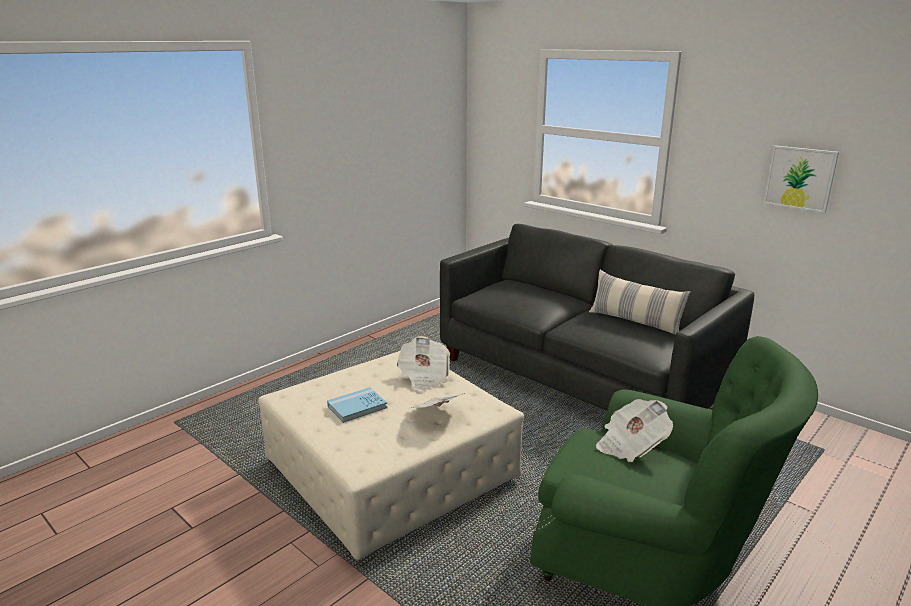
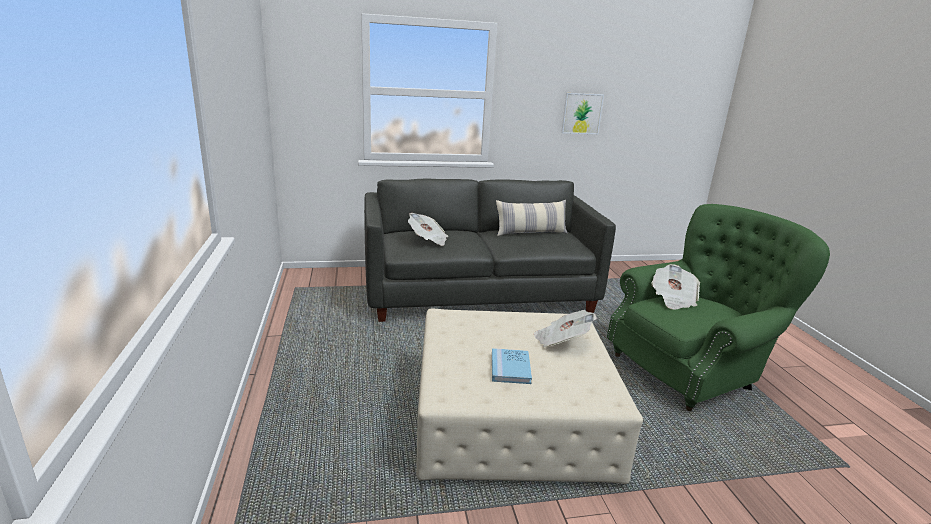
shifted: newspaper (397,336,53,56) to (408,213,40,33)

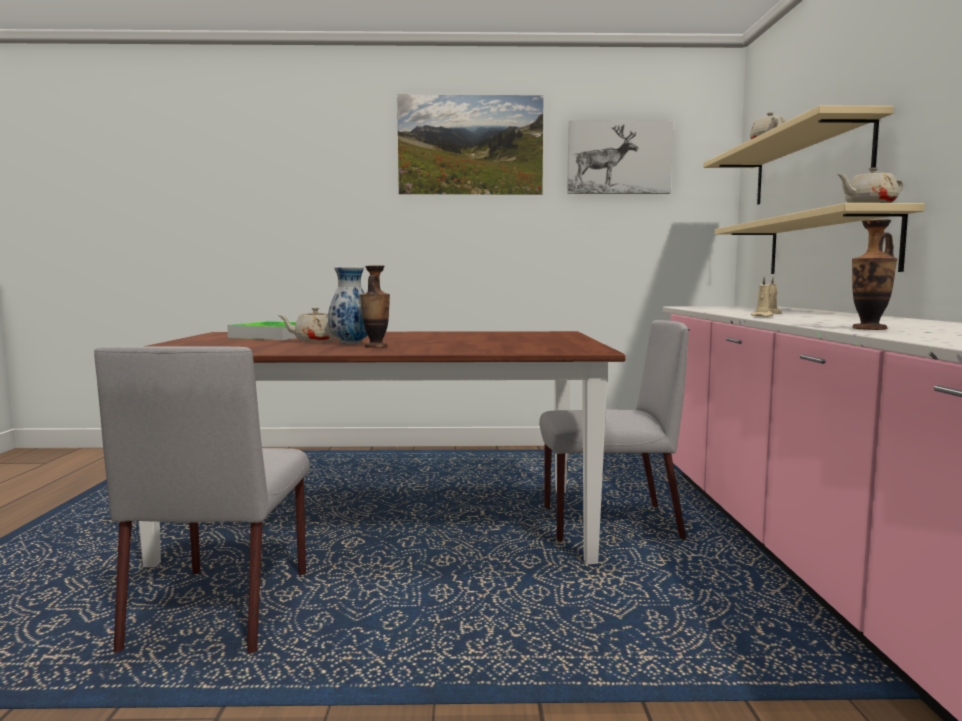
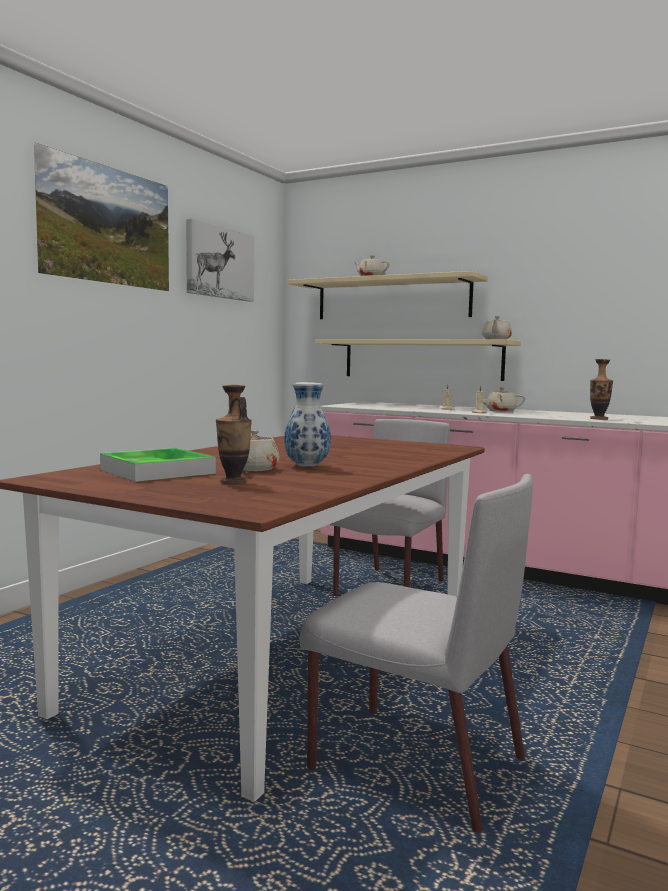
new: tea pot (beige-coloured) (475,387,51,25)
shifted: decorative vase (360,266,30,82) to (216,385,36,100)

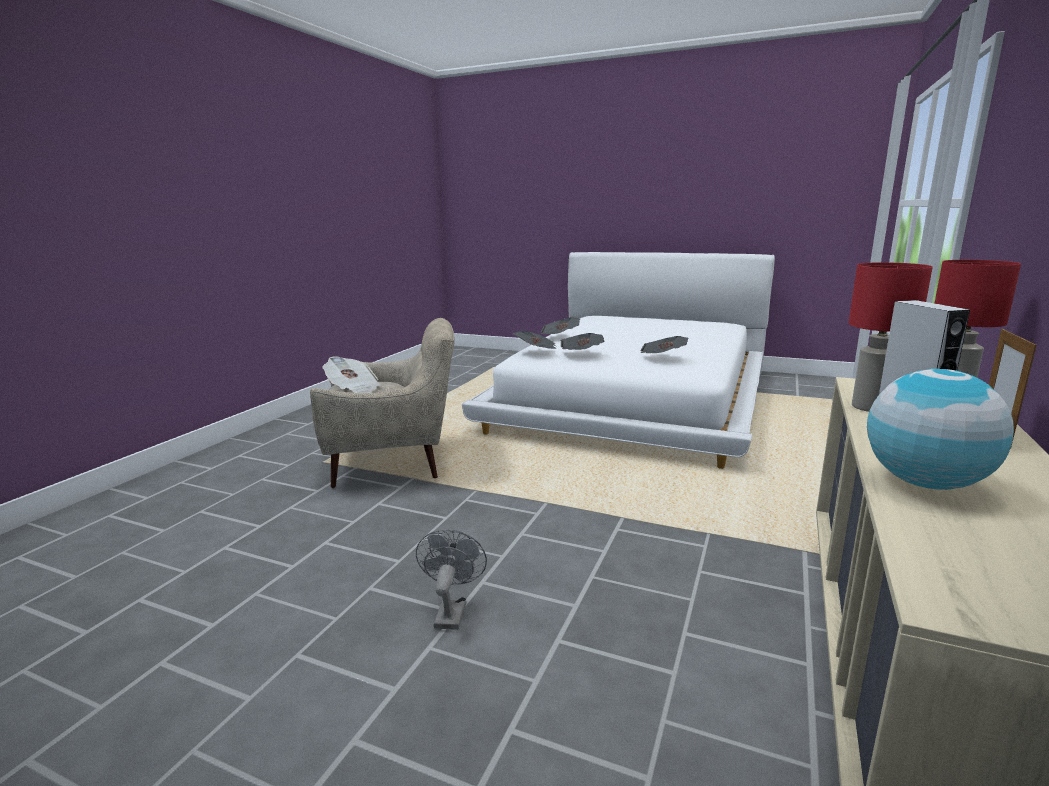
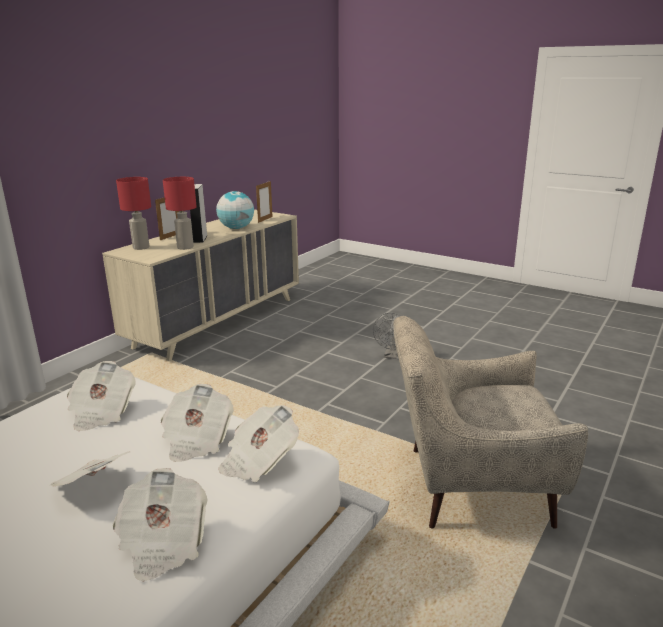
new: standing frame (256,181,17,42)
shifted: newspaper (322,356,59,37) to (49,451,82,35)

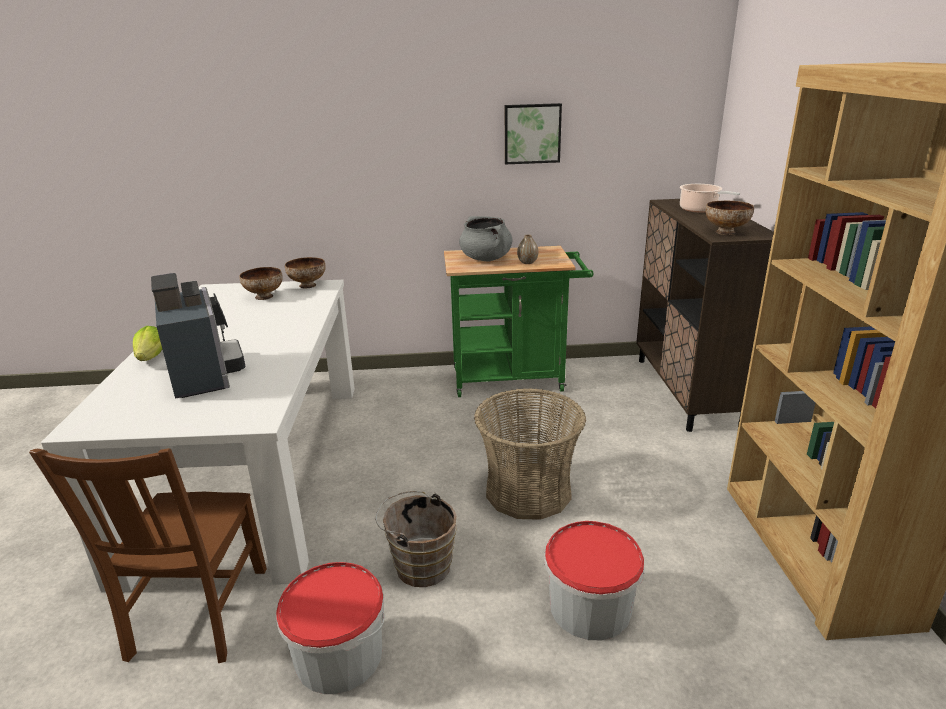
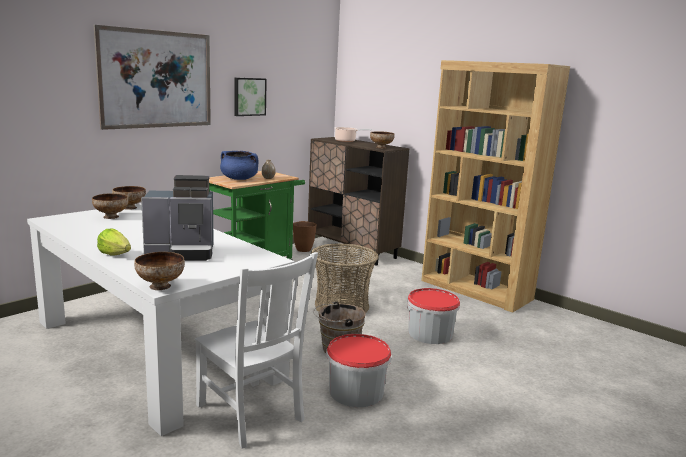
new: wall art (94,25,117,105); serving bowl (134,252,51,38); decorative vase (brown-coloured) (293,221,24,31)
repainted: plain chair (brown-coloured) (29,448,238,215) to plain chair (whitish) (195,252,123,196); saucepot (grey) (459,216,53,46) to saucepot (blue) (220,151,39,29)
rotated: coffee machine (151,273,94,126) = (141,175,73,86) 150 degrees clockwise

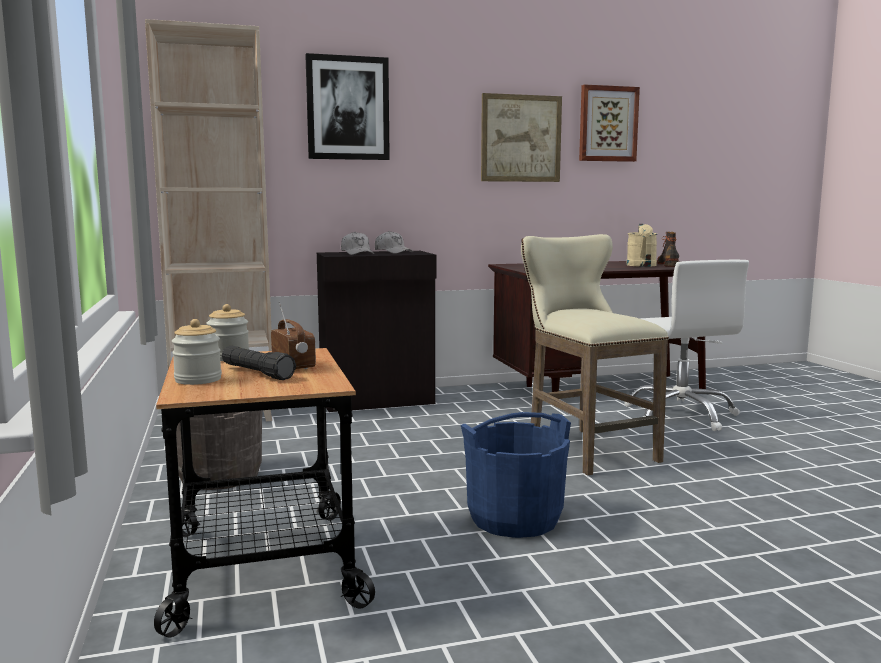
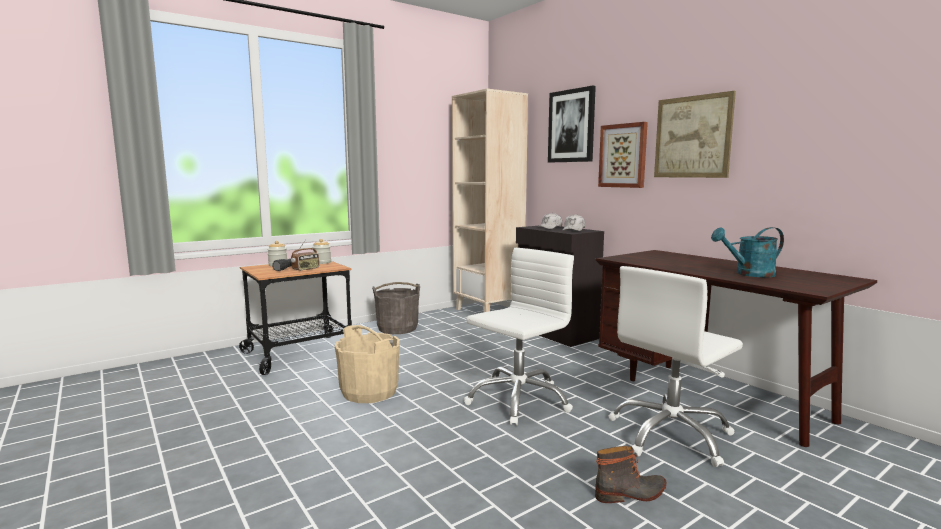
shifted: high-top boot (657,232,22,35) to (595,446,71,57); wall art (579,84,61,78) to (598,122,50,66)
swapped: stool (beige-coloured) (521,234,148,241) to desk chair (whitish) (464,248,110,178)
repainted: water bucket (blue) (461,412,110,126) to water bucket (beige-coloured) (335,325,65,78); watering pot (beige-coloured) (626,224,31,43) to watering pot (turquoise) (711,227,73,50)

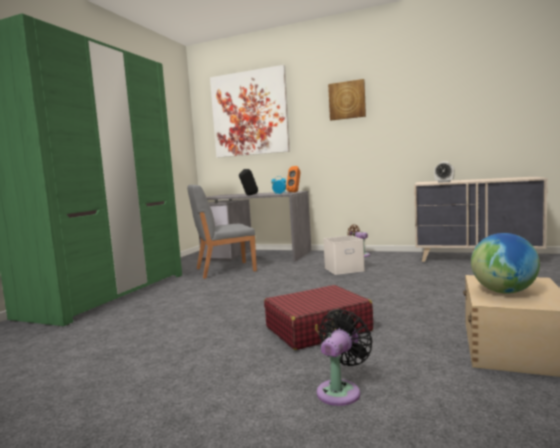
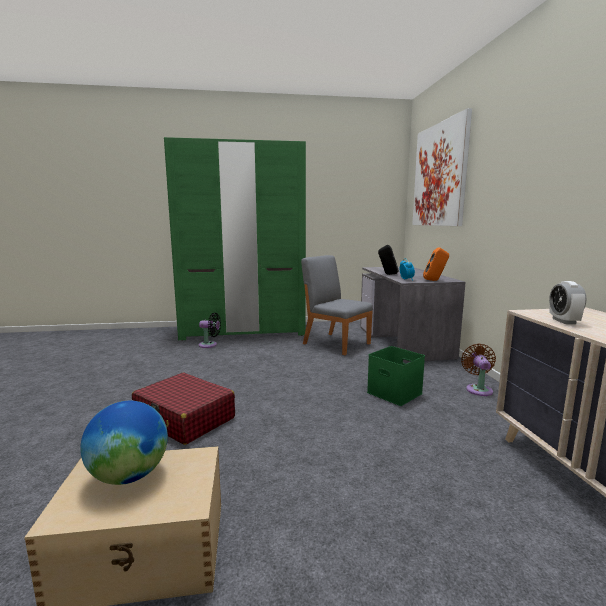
gone: wall art (328,79,38,41)
shifted: cooling fan (blackish) (317,309,55,97) to (199,313,22,35)
repainted: storage container (whitish) (323,235,42,40) to storage container (green-coloured) (367,346,58,60)

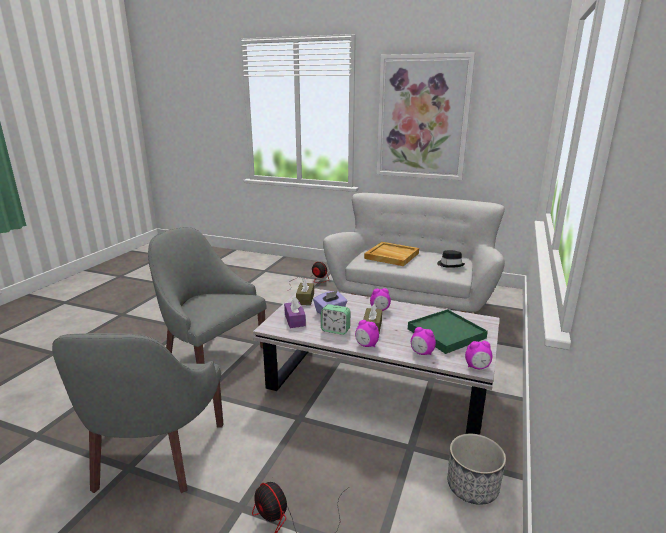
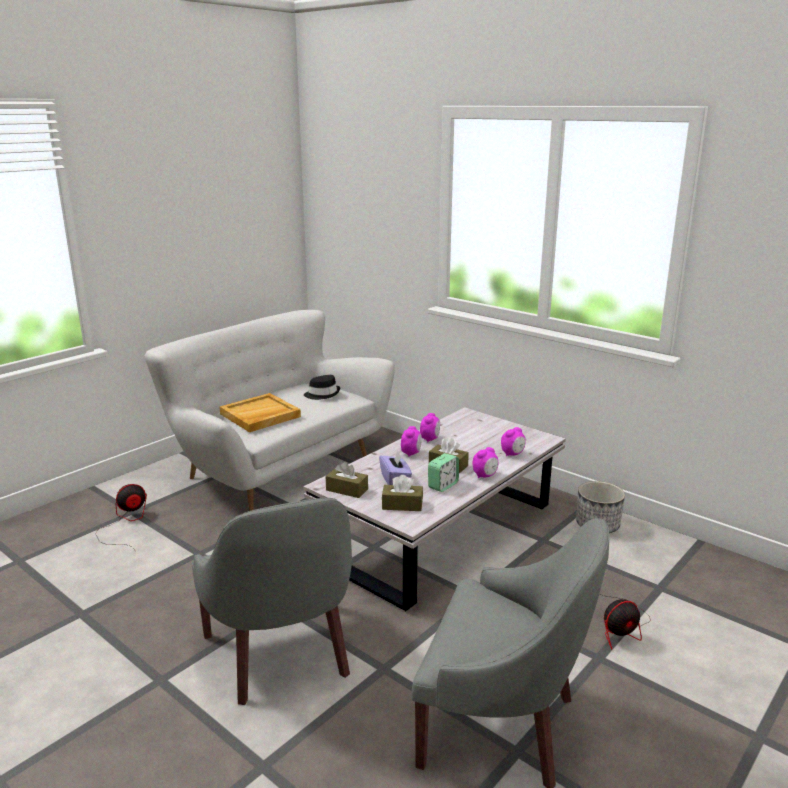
gone: wall art (377,53,98,127); tray (green-coloured) (408,309,80,45)
shifted: alarm clock (465,341,27,28) to (420,413,20,29)
repainted: box of tissues (purple-coloured) (284,297,22,31) to box of tissues (brown-coloured) (382,475,41,36)
rotated: lounge chair (grey) (148,227,119,137) = (192,498,160,207) 75 degrees counterclockwise

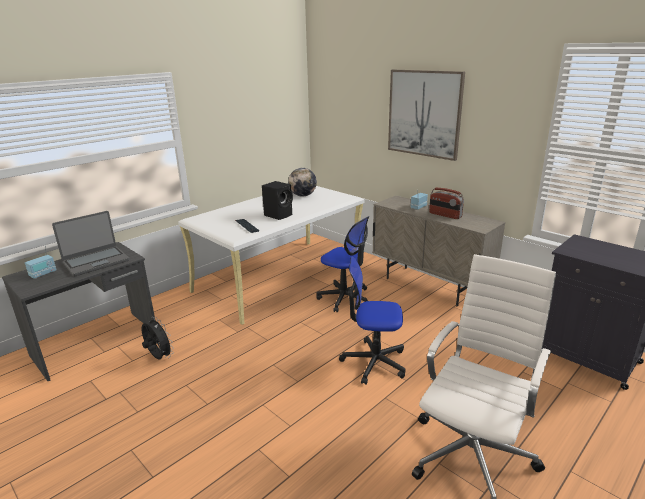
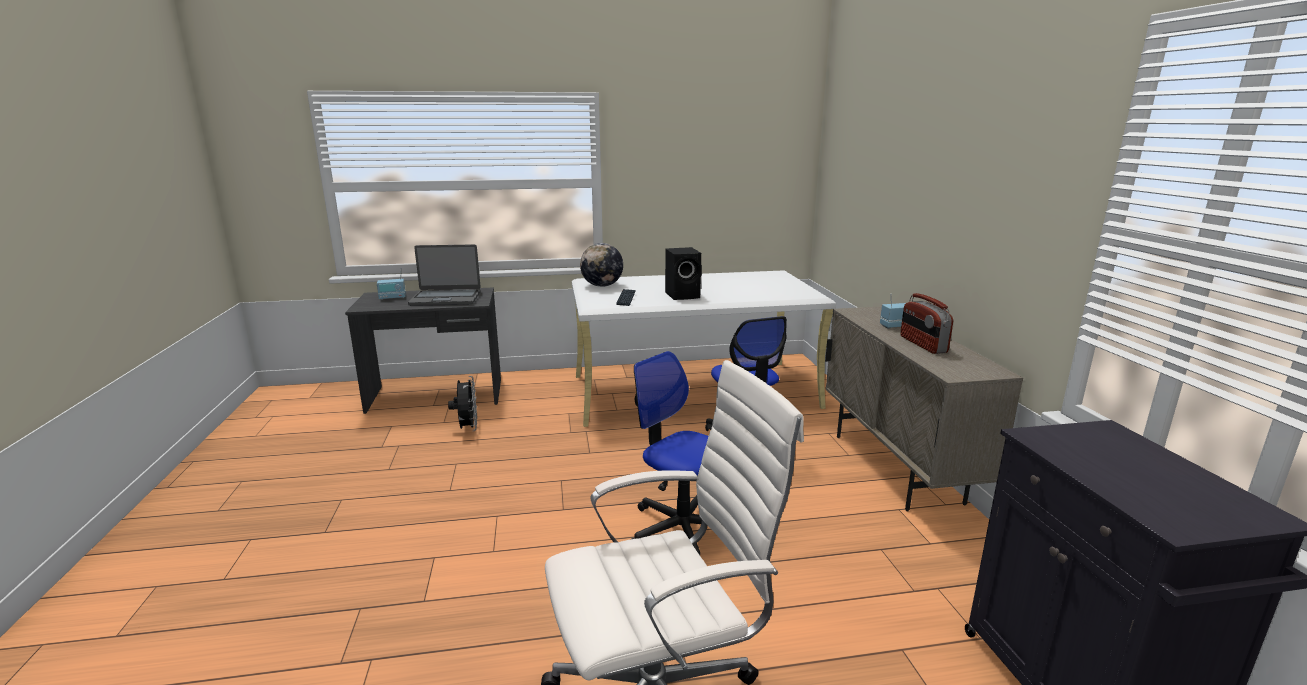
gone: wall art (388,70,77,91)
shifted: world globe (288,168,29,29) to (580,243,43,44)

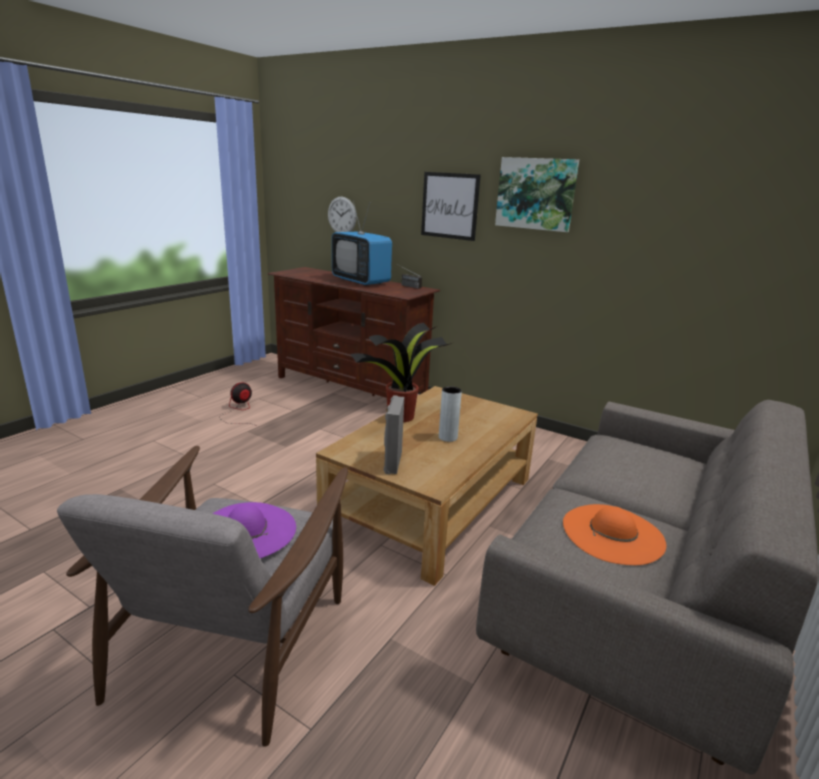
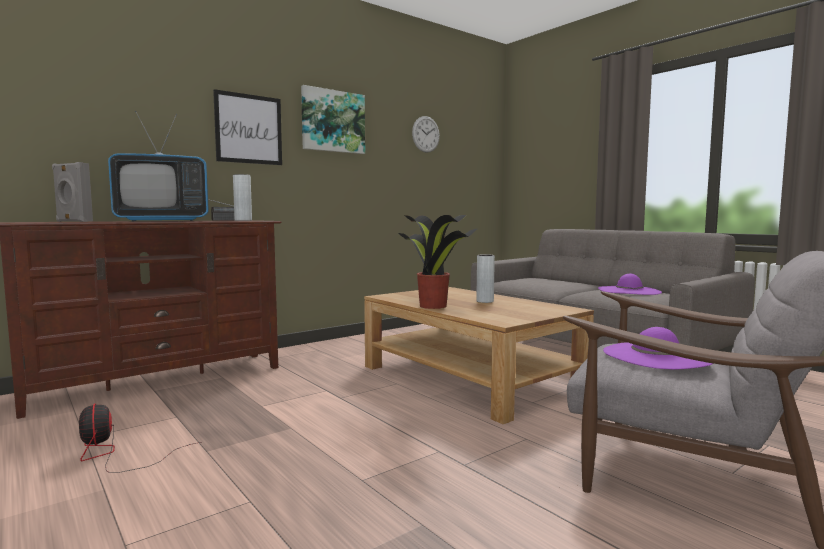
new: decorative vase (grey) (233,174,19,47)
shifted: audio speaker (grey) (384,395,20,79) to (52,162,41,60); wall clock (328,197,29,35) to (412,116,28,37)
repainted: hat (orangey) (563,504,103,61) to hat (purple-coloured) (598,274,64,21)

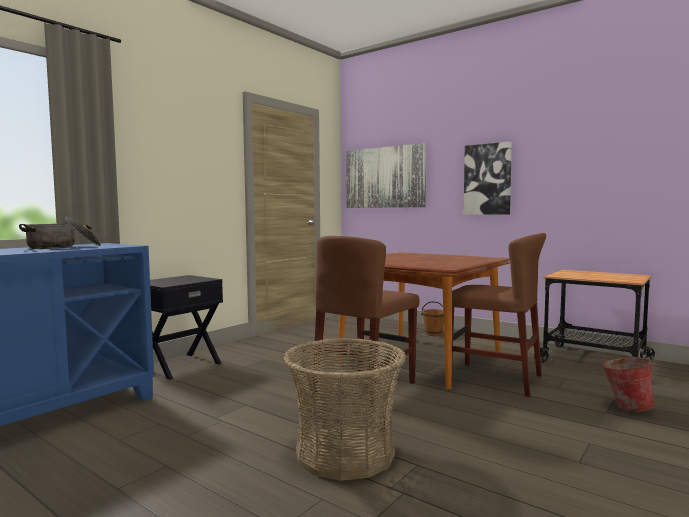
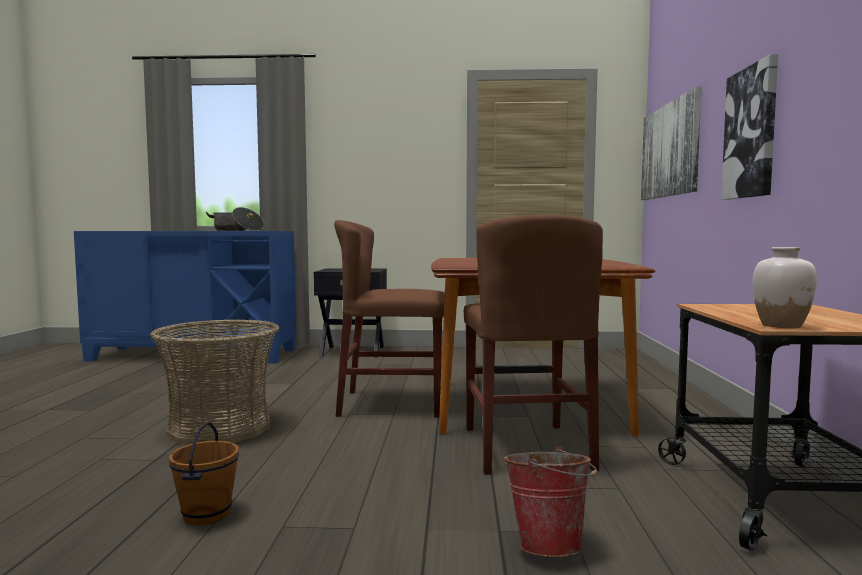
new: decorative vase (whitish) (753,247,64,81)
shifted: water bucket (brown-coloured) (421,301,23,35) to (169,422,70,104)

